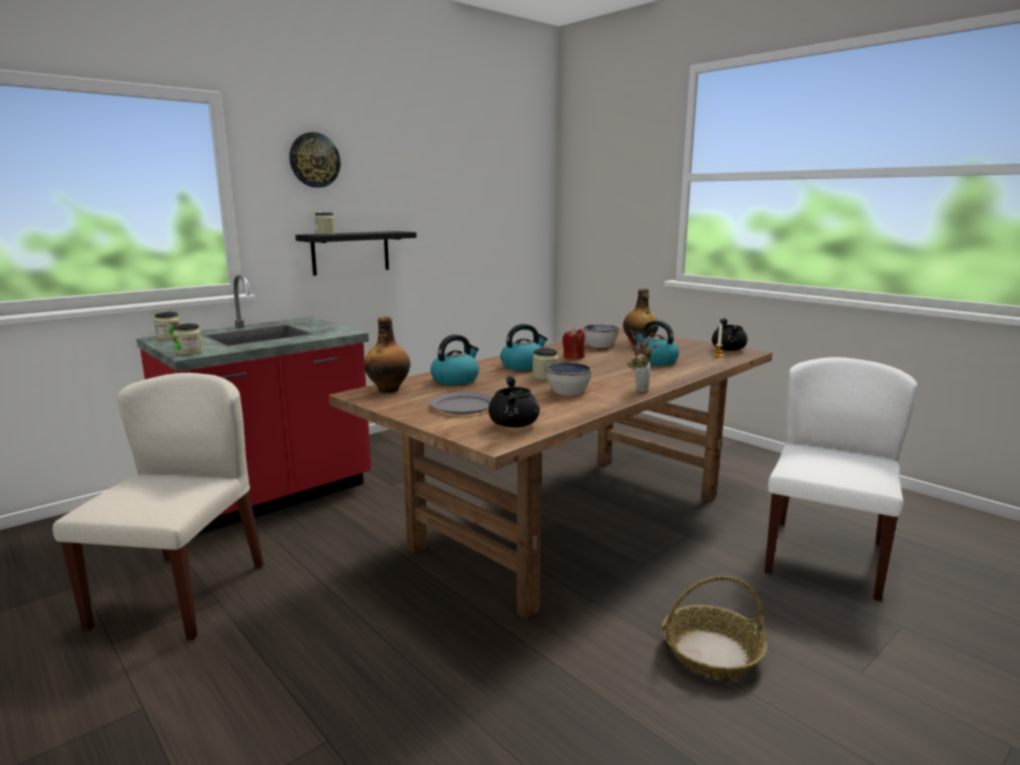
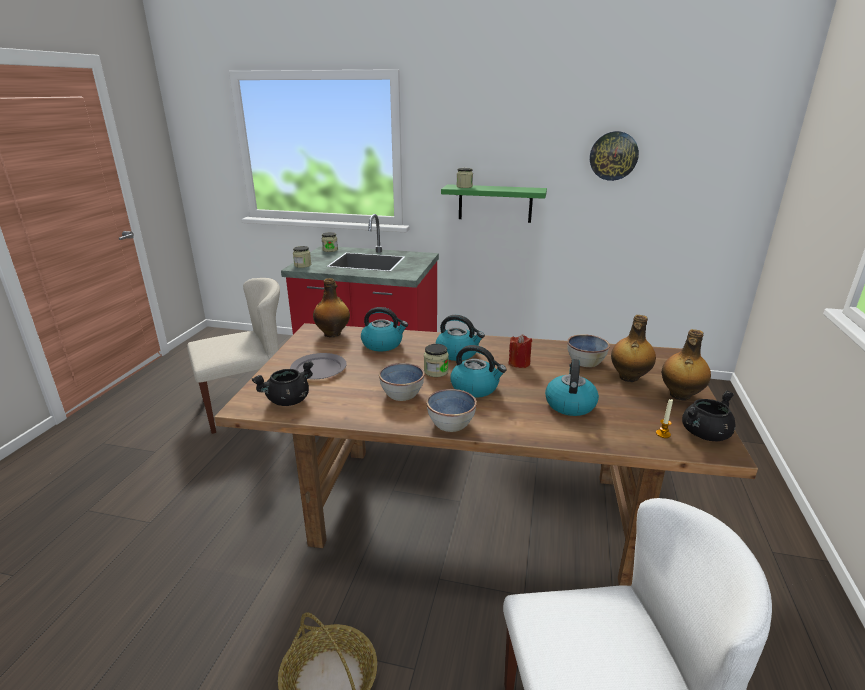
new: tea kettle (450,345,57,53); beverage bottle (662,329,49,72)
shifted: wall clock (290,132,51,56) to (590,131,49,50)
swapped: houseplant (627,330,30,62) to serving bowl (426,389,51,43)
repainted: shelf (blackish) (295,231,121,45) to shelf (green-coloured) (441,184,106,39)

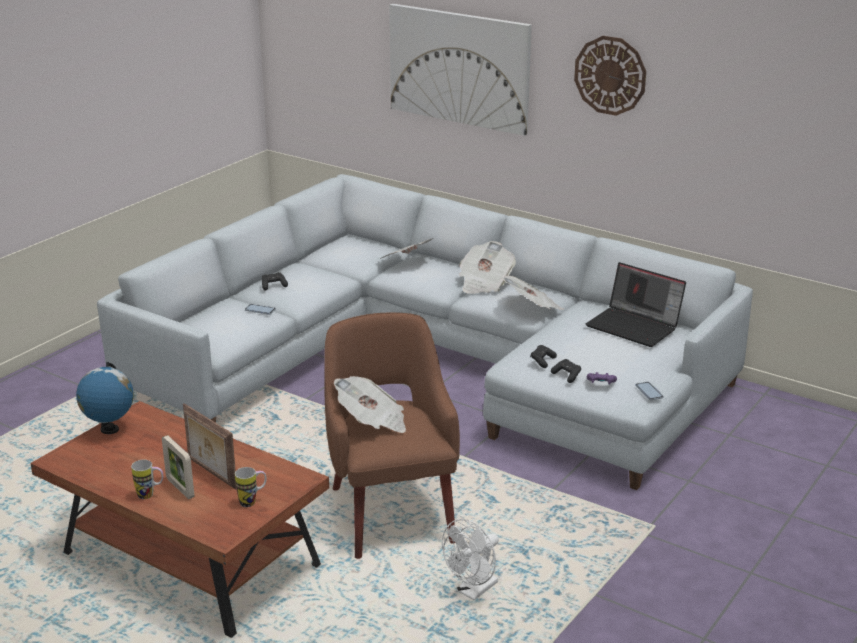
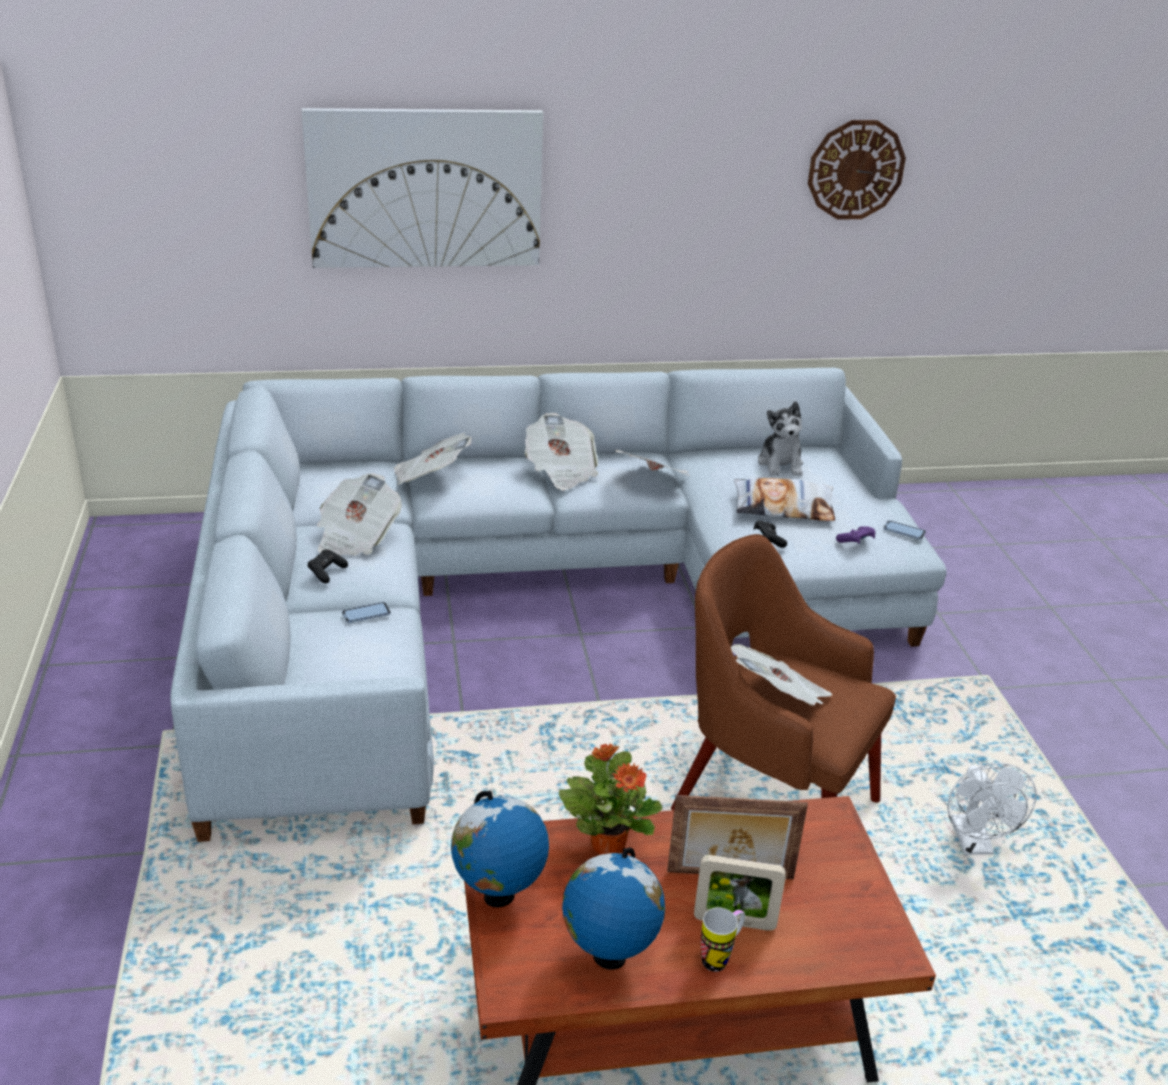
gone: mug (235,467,31,40); gamepad (blackish) (551,359,30,24)
new: newspaper (317,473,85,83); houseplant (559,744,103,111); world globe (562,848,103,122); pillow (733,478,102,43)
shifted: wall clock (574,36,72,80) to (808,120,98,99)
swapped: notebook computer (586,262,100,85) to soft toy (758,401,45,75)

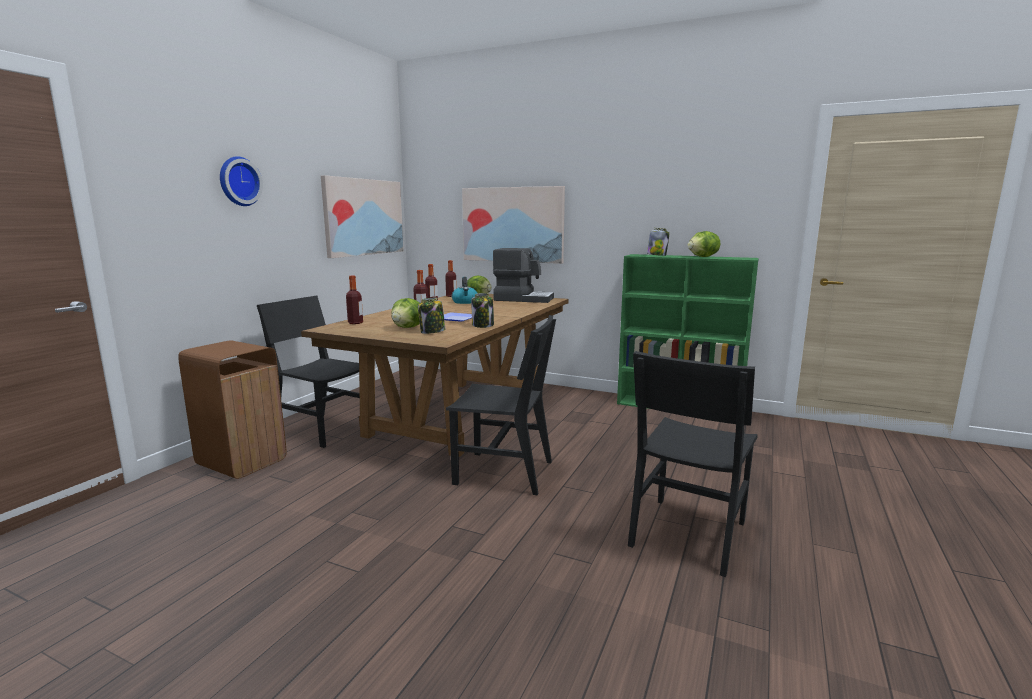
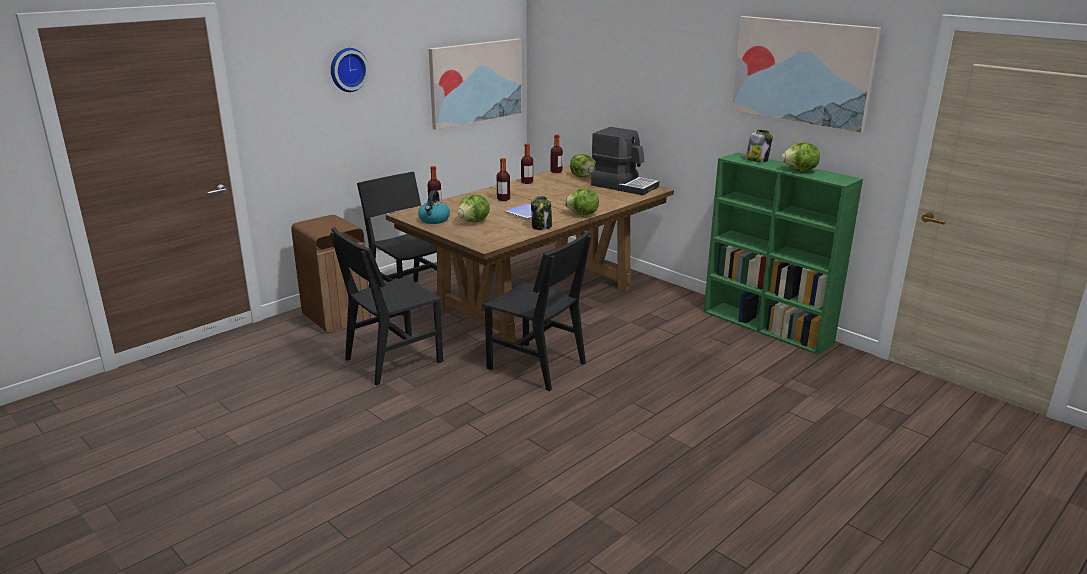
gone: storage jar (418,298,27,36)
new: lettuce (565,188,34,28)
shifted: plain chair (blackish) (628,351,130,226) to (330,227,113,159); tea kettle (452,277,25,27) to (418,190,32,34); wall art (462,186,103,78) to (731,16,150,117)

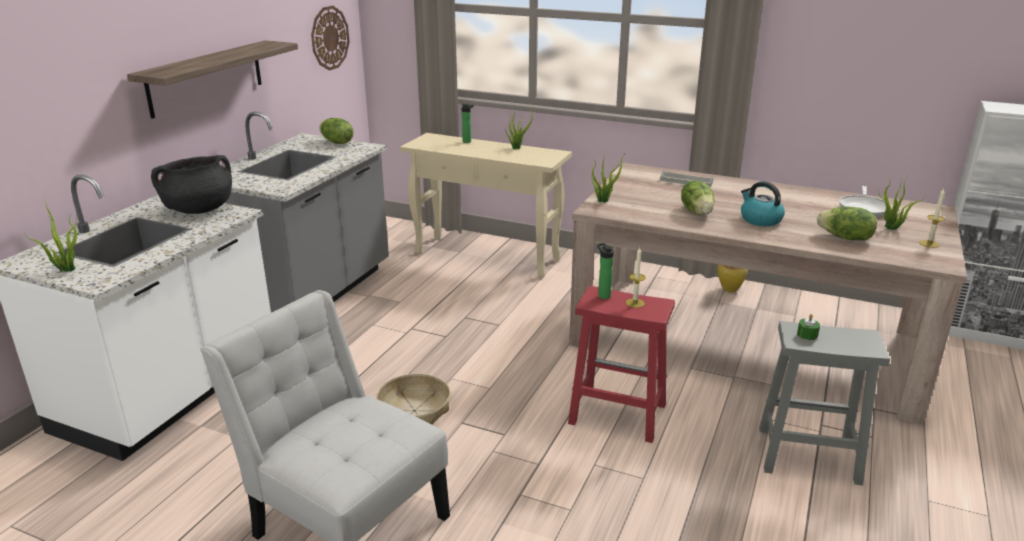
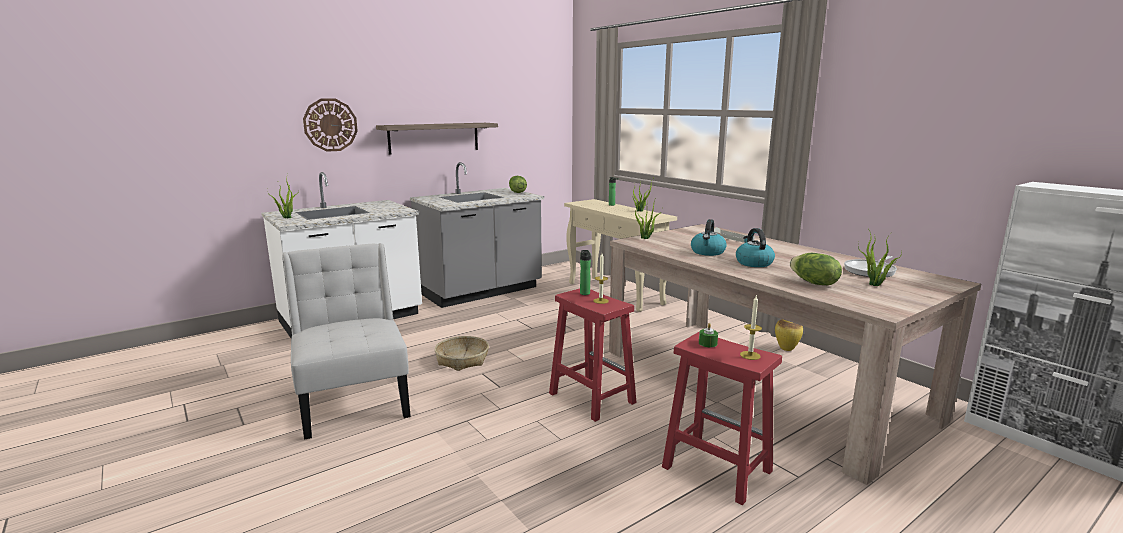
gone: saucepot (blackish) (151,155,81,59)
shifted: wall clock (311,6,39,64) to (303,98,55,54); wax light (919,188,26,60) to (740,296,22,64)
swapped: lettuce (681,180,34,35) to tea kettle (691,219,35,37)
repainted: stool (grey) (759,321,131,164) to stool (red-coloured) (662,332,120,173)

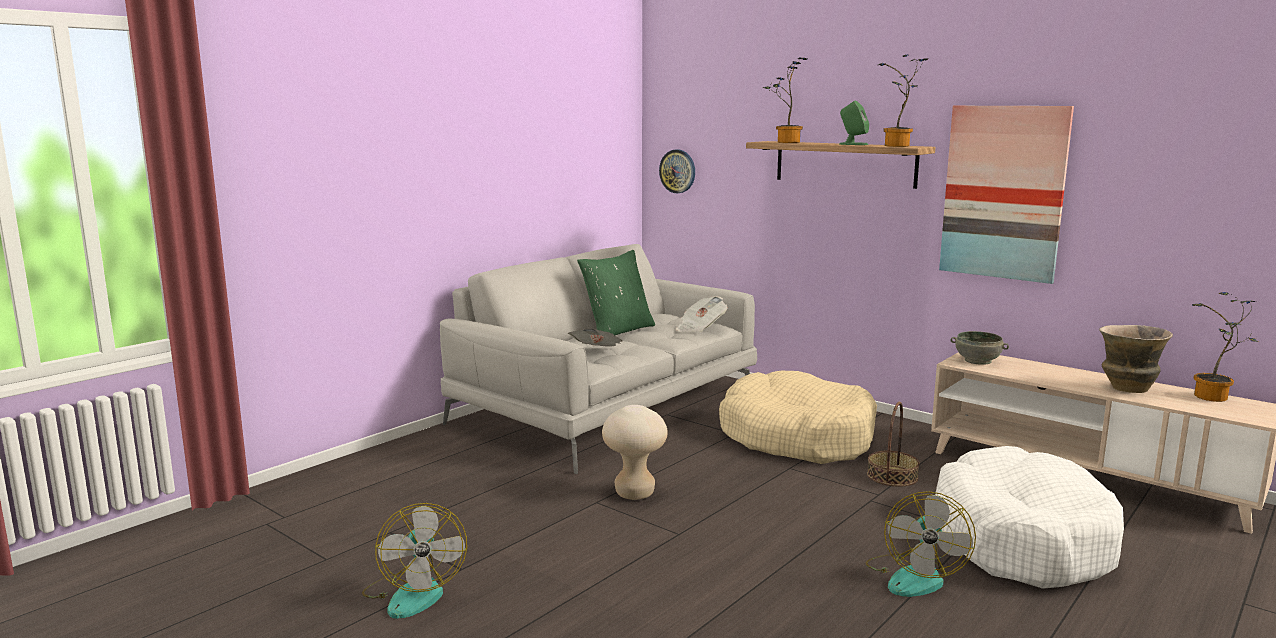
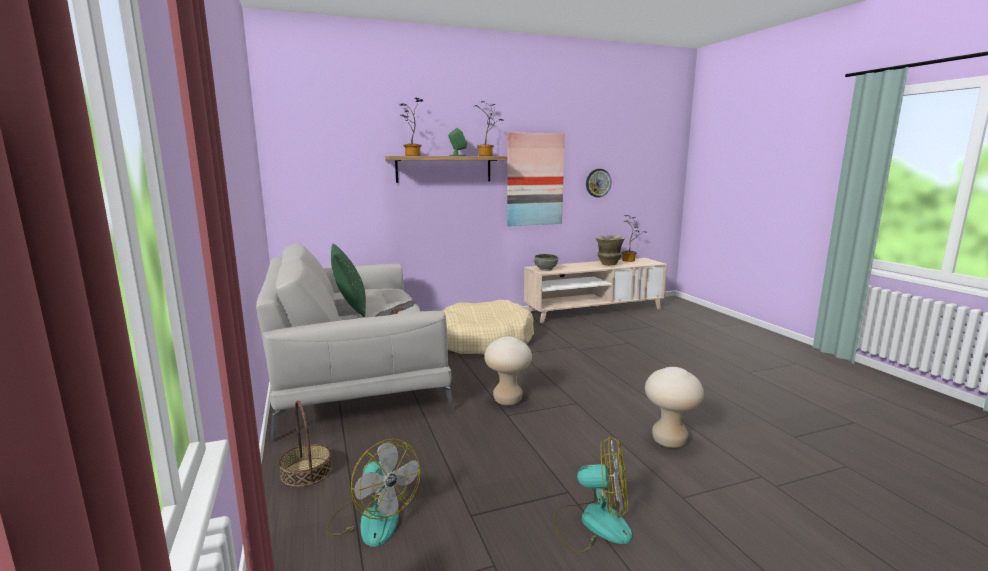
gone: newspaper (676,296,52,36); pet bed (whitish) (935,446,189,143)
new: stool (beige-coloured) (645,367,59,81)
shifted: storage basket (867,402,53,85) to (279,400,53,87); cooling fan (866,491,110,106) to (326,439,94,108); wall clock (659,150,36,43) to (586,169,25,28)

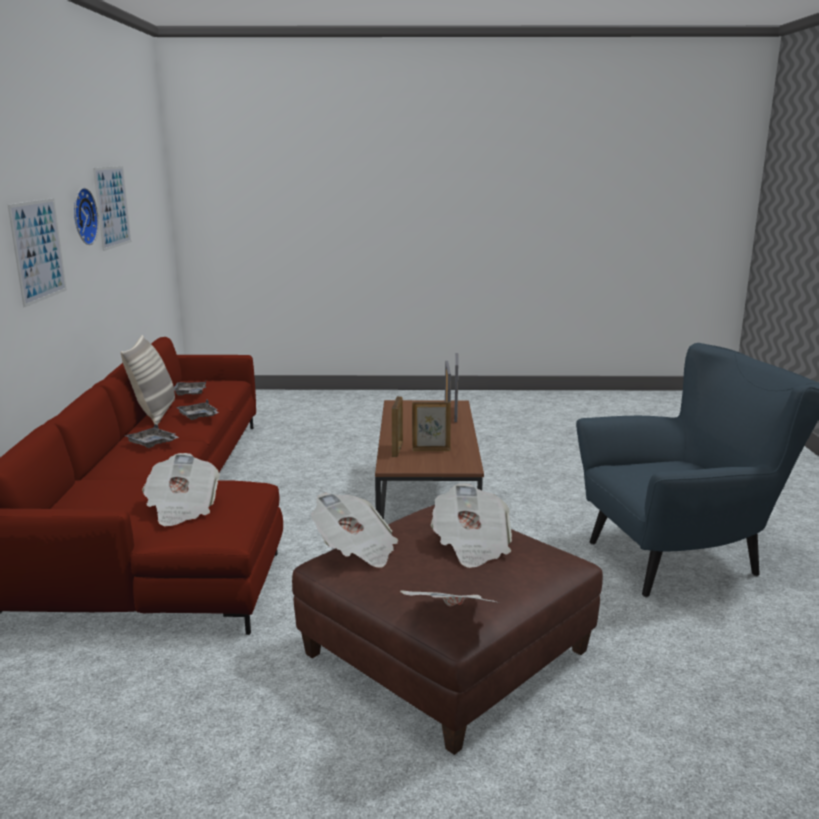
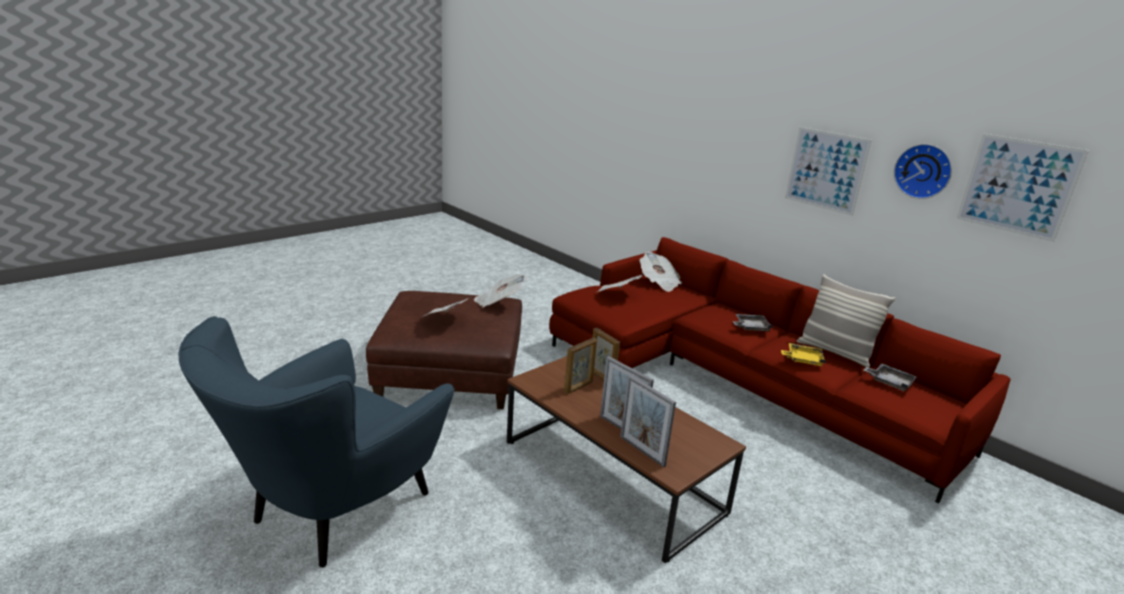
shifted: newspaper (400,591,99,16) to (639,252,43,40)
repainted: tray (grey) (176,399,42,21) to tray (yellow) (781,343,45,23)

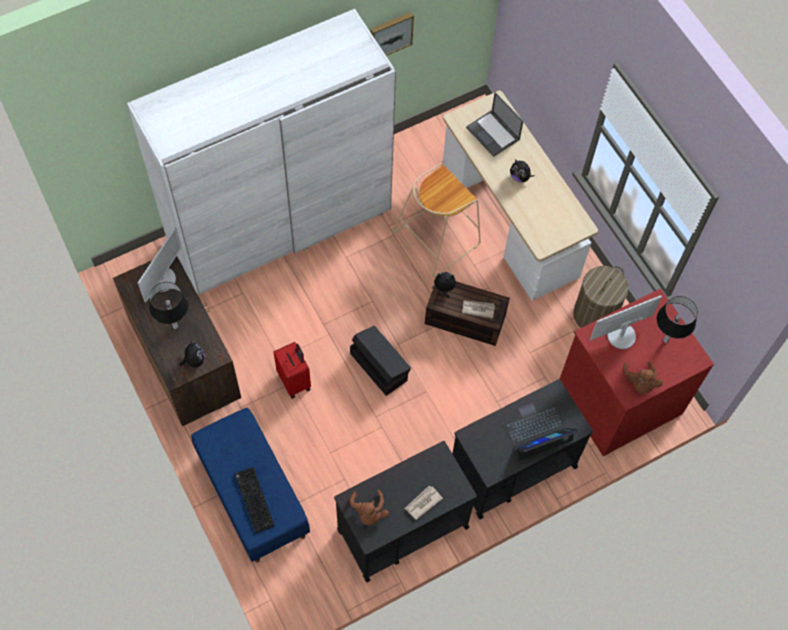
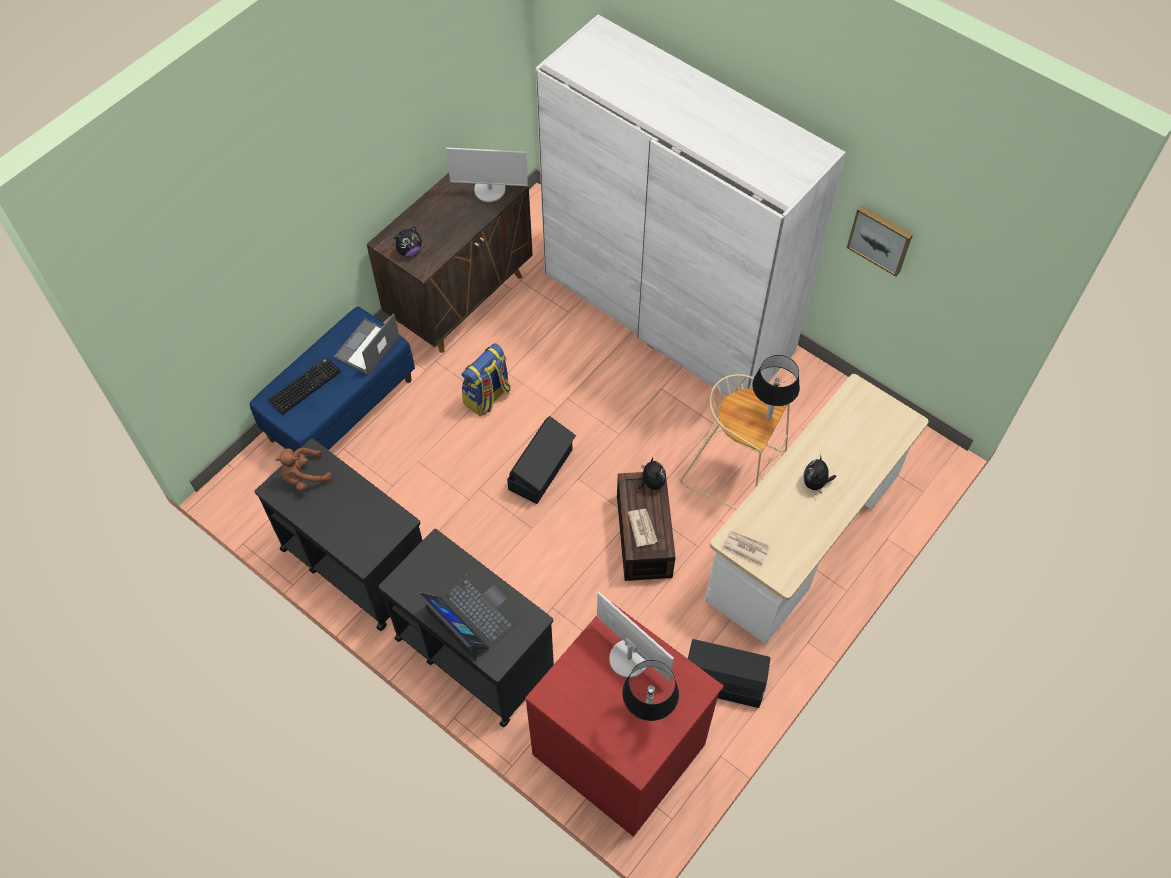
gone: soft toy (brown-coloured) (623,361,40,33)
shifted: notebook computer (466,92,57,65) to (334,313,65,63); newspaper (404,486,39,34) to (723,531,47,34); lamp for a table (blackish) (149,282,40,47) to (752,355,48,64)
swapped: piece of luggage (red-coloured) (273,342,38,57) to backpack (462,343,49,73); hamper (573,266,56,62) to storage container (blackish) (688,639,82,69)

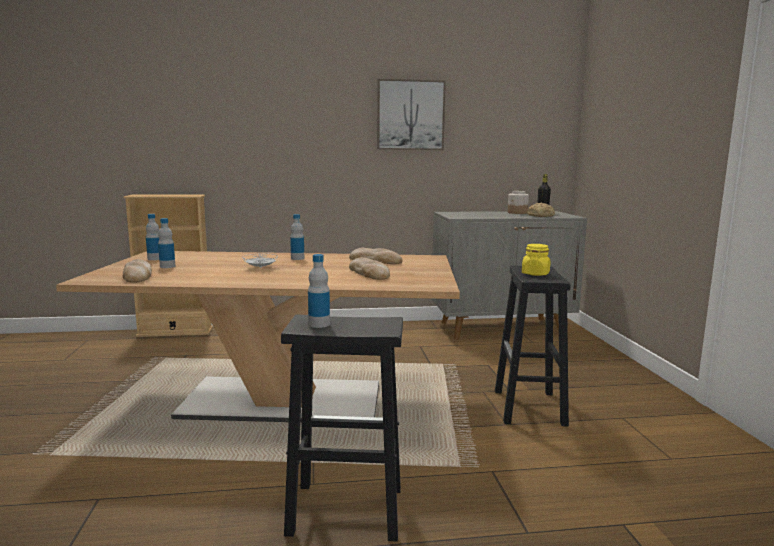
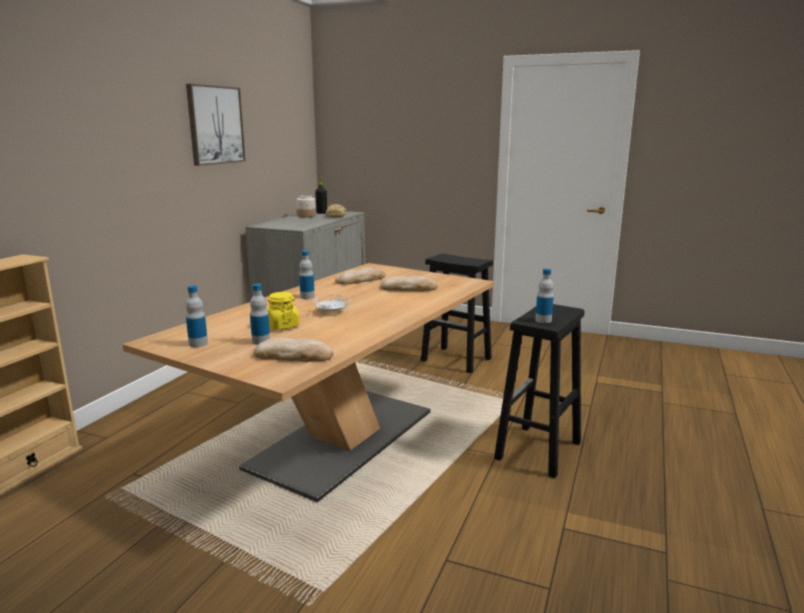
shifted: storage jar (yellow) (522,244,28,32) to (267,292,33,38)

